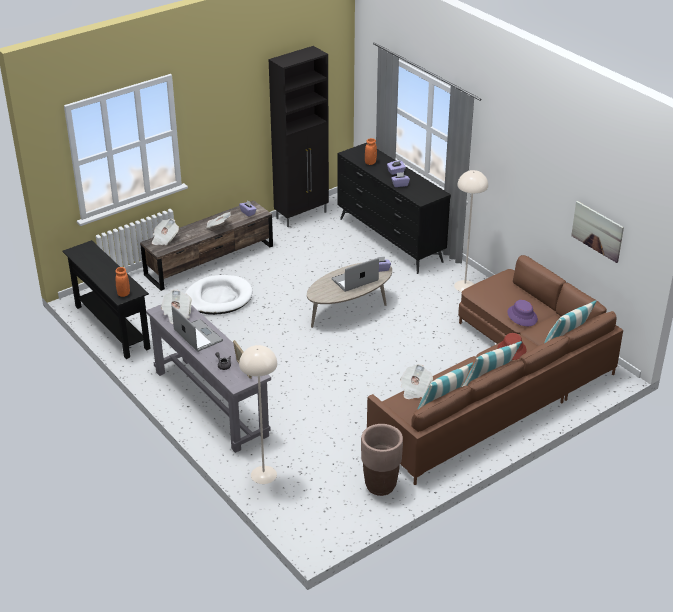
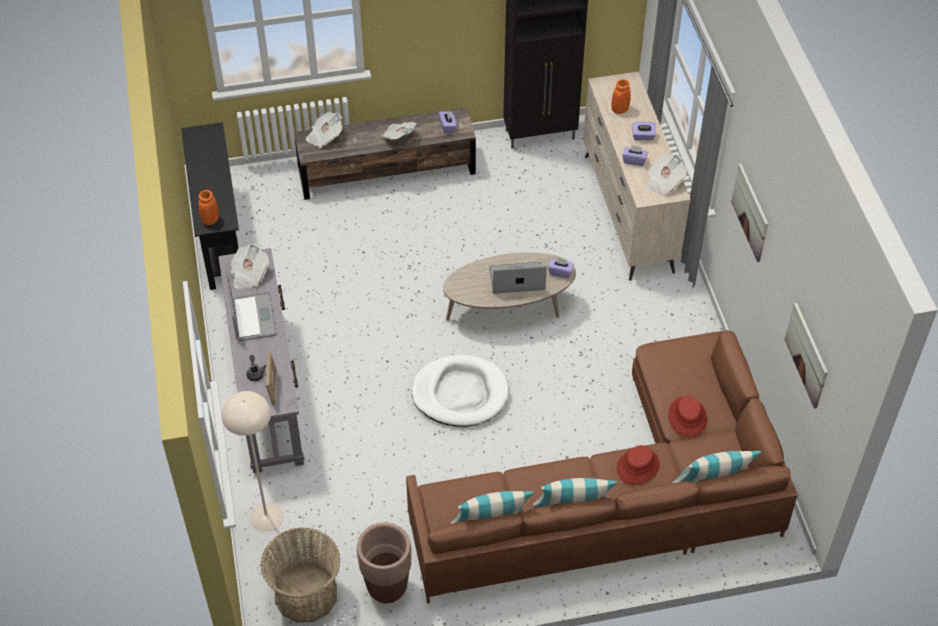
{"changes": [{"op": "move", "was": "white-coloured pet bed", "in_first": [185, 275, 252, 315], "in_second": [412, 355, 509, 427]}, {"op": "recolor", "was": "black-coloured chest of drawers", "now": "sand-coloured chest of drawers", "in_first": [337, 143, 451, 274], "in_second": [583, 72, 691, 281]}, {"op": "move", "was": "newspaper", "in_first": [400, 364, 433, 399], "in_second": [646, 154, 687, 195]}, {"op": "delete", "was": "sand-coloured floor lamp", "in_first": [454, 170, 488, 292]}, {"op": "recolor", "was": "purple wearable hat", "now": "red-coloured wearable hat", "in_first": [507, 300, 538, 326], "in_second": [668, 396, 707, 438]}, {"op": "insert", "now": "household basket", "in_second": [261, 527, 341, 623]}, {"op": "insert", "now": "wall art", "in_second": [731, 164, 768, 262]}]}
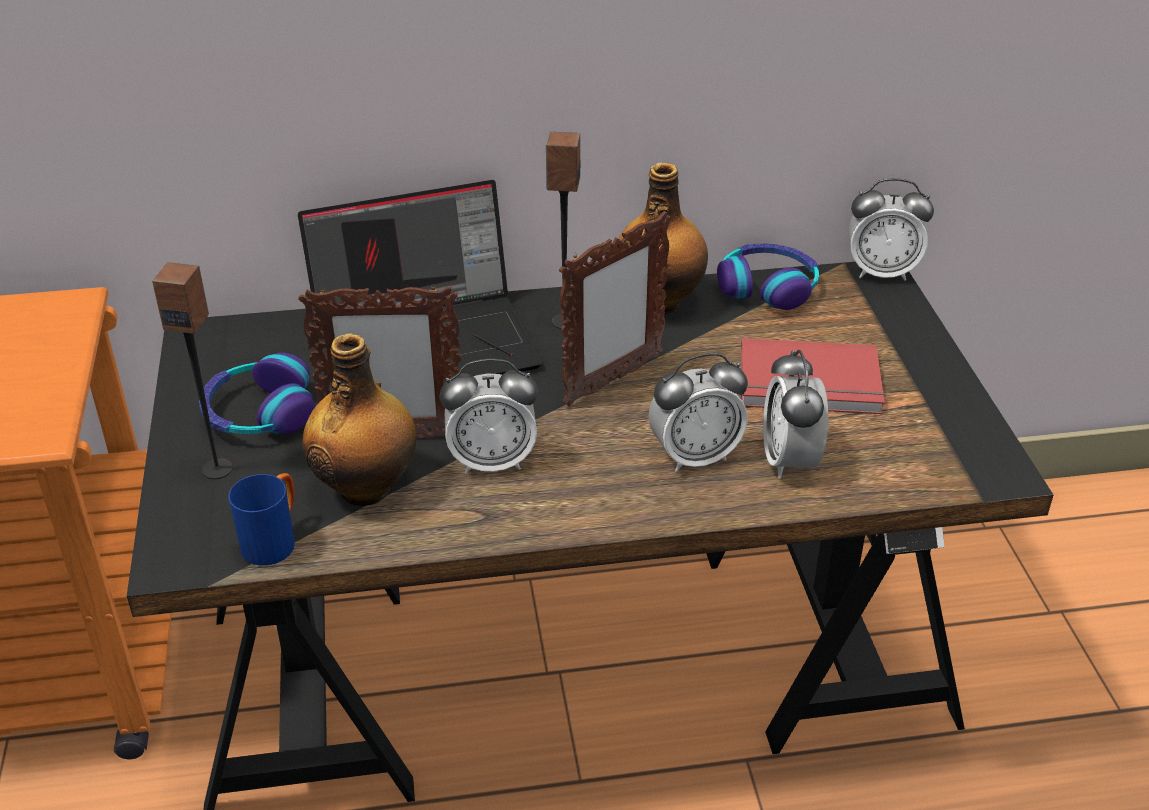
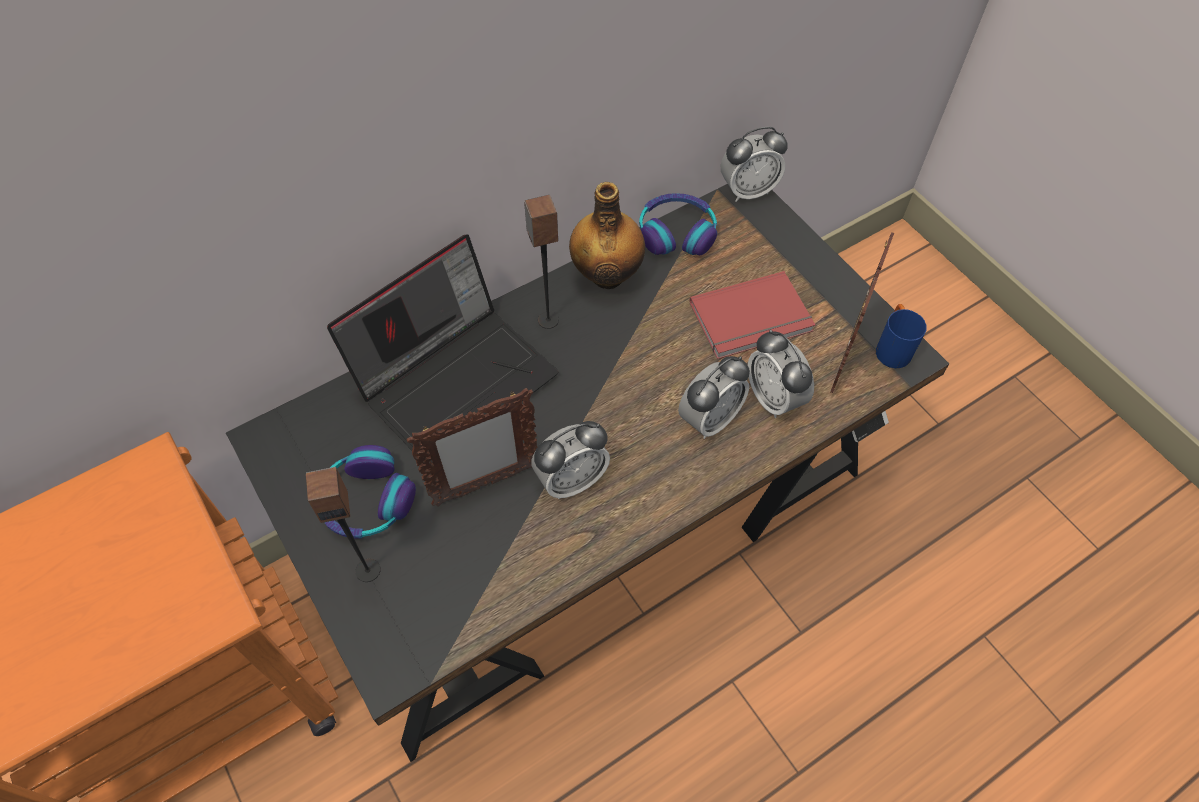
{"changes": [{"op": "move", "was": "bluish tea mug", "in_first": [228, 473, 295, 566], "in_second": [876, 304, 927, 368]}, {"op": "delete", "was": "drink bottle", "in_first": [302, 333, 417, 506]}, {"op": "move", "was": "standing frame", "in_first": [559, 211, 671, 407], "in_second": [830, 232, 894, 393]}]}
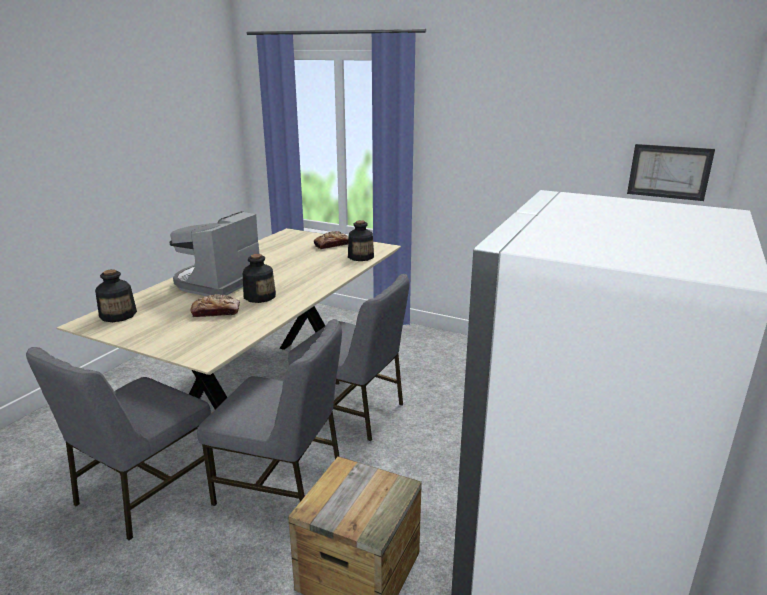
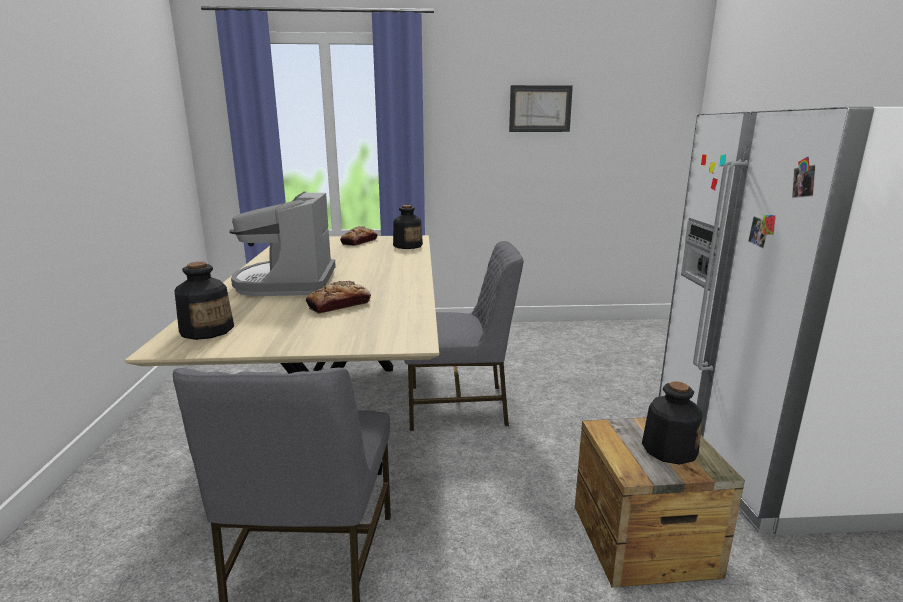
{"changes": [{"op": "delete", "was": "grey upright chair", "in_first": [197, 319, 342, 506]}, {"op": "move", "was": "drink bottle", "in_first": [243, 254, 276, 303], "in_second": [642, 381, 703, 465]}, {"op": "move", "was": "wall art", "in_first": [627, 144, 715, 201], "in_second": [509, 85, 573, 132]}]}
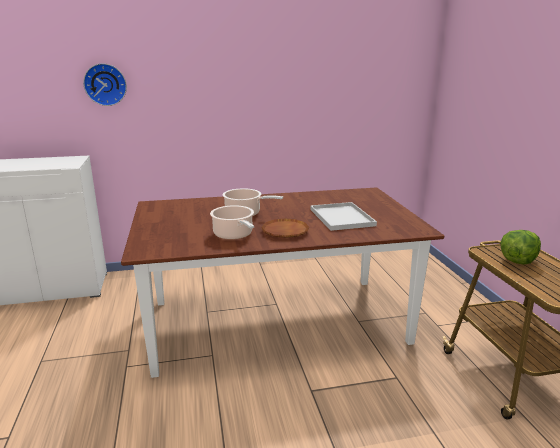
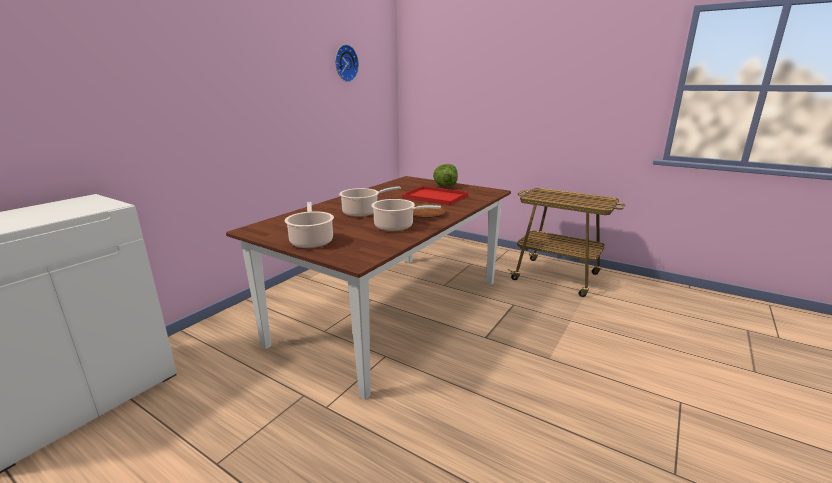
{"changes": [{"op": "move", "was": "wall clock", "in_first": [83, 63, 127, 106], "in_second": [335, 44, 359, 82]}, {"op": "recolor", "was": "white-coloured serving tray", "now": "red-coloured serving tray", "in_first": [311, 202, 377, 231], "in_second": [402, 186, 468, 205]}, {"op": "move", "was": "lettuce head", "in_first": [501, 230, 541, 265], "in_second": [433, 164, 458, 187]}, {"op": "insert", "now": "stockpot", "in_second": [284, 202, 334, 248]}]}
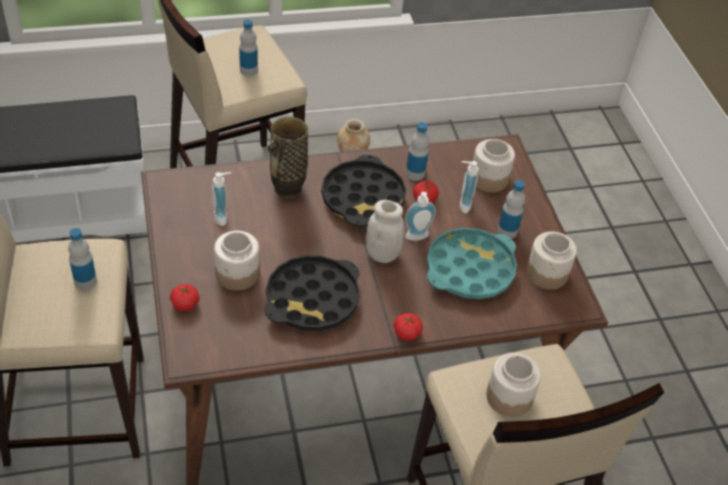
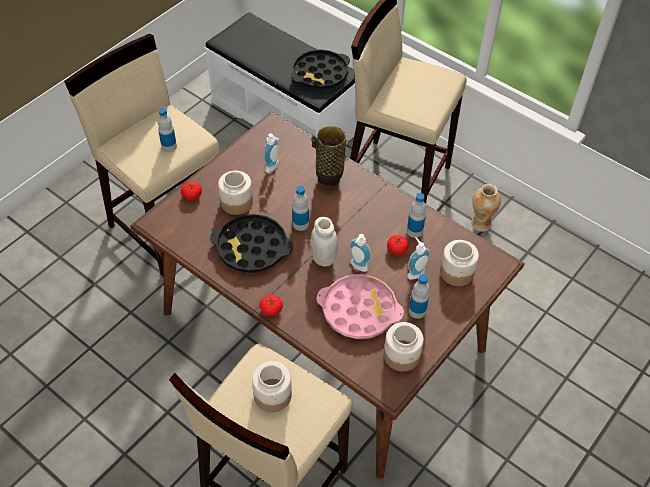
{"changes": [{"op": "move", "was": "drink bottle", "in_first": [239, 19, 258, 76], "in_second": [292, 186, 309, 231]}, {"op": "move", "was": "black-coloured serving tray", "in_first": [321, 155, 406, 227], "in_second": [291, 49, 350, 89]}, {"op": "recolor", "was": "turquoise-coloured serving tray", "now": "pink-coloured serving tray", "in_first": [427, 228, 517, 299], "in_second": [316, 274, 404, 339]}]}
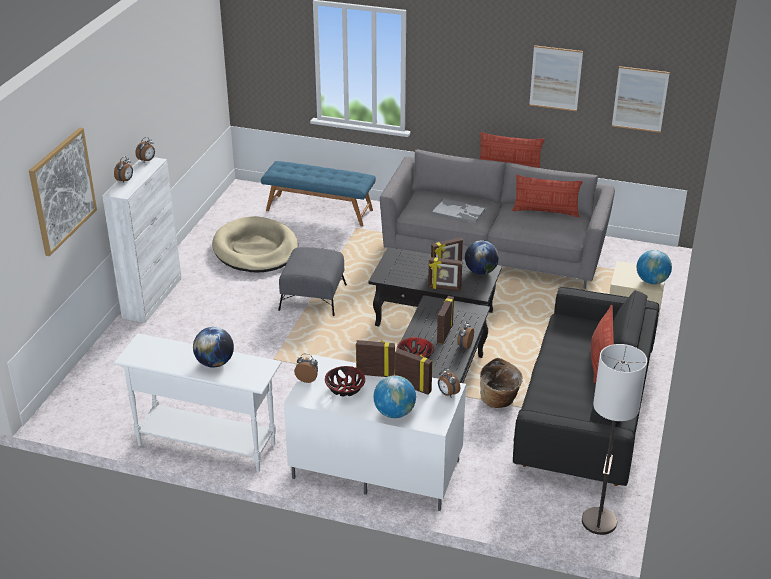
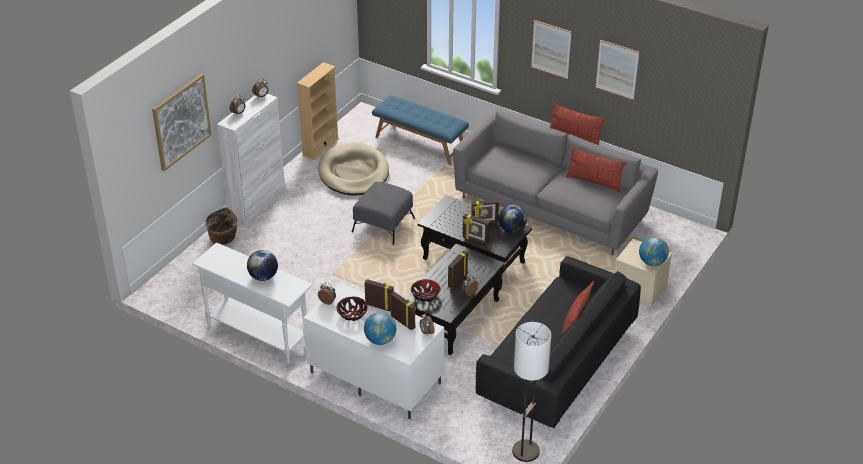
{"changes": [{"op": "delete", "was": "serving tray", "in_first": [431, 198, 486, 224]}, {"op": "move", "was": "household basket", "in_first": [480, 358, 523, 408], "in_second": [205, 208, 237, 245]}, {"op": "move", "was": "wall art", "in_first": [612, 66, 670, 133], "in_second": [531, 20, 572, 79]}, {"op": "insert", "now": "sand-coloured shelving unit", "in_second": [297, 62, 339, 160]}]}
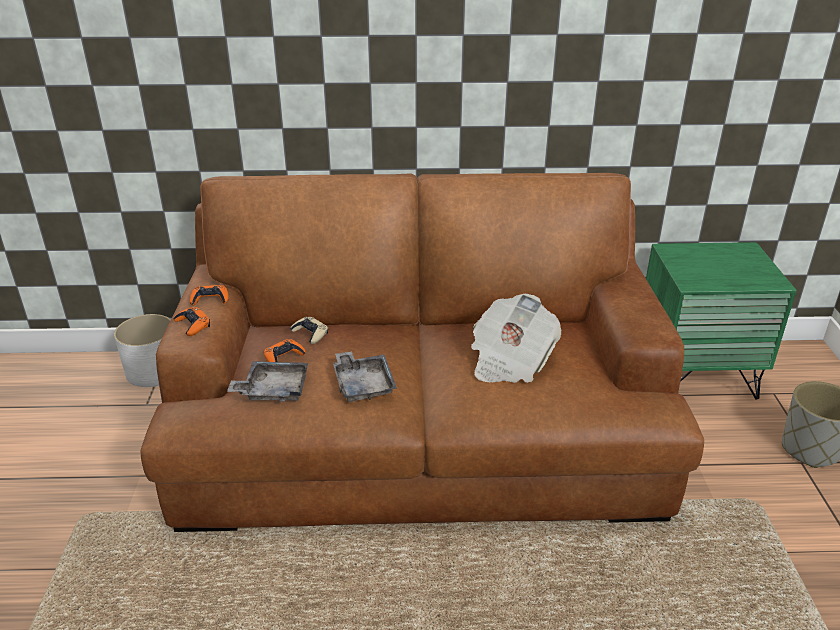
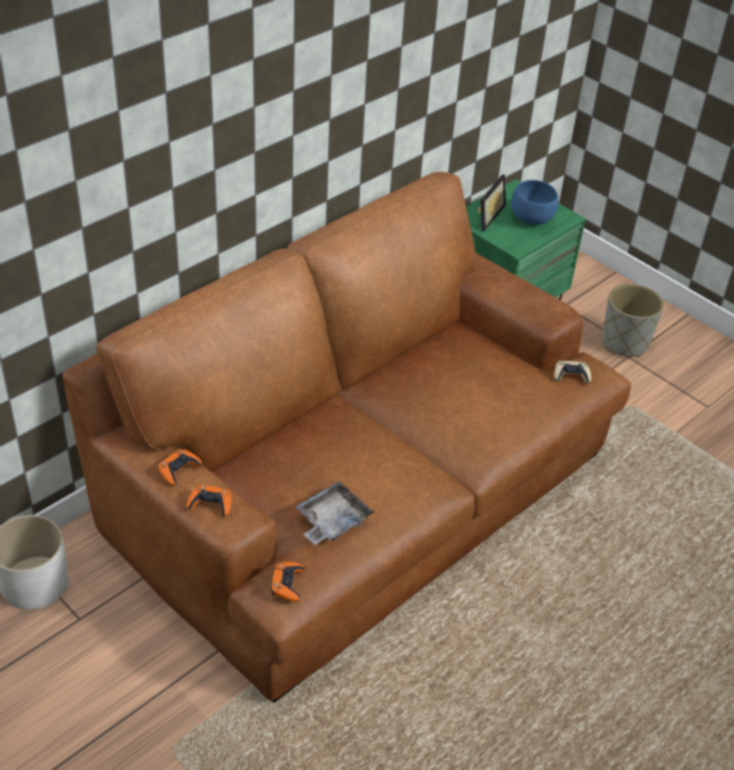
{"changes": [{"op": "move", "was": "orangey game controller", "in_first": [264, 339, 306, 362], "in_second": [271, 562, 305, 602]}, {"op": "move", "was": "sand-coloured game controller", "in_first": [290, 317, 328, 344], "in_second": [554, 361, 591, 384]}, {"op": "delete", "was": "grey serving tray", "in_first": [333, 351, 397, 402]}, {"op": "delete", "was": "newspaper", "in_first": [471, 294, 562, 383]}, {"op": "insert", "now": "standing frame", "in_second": [478, 174, 506, 231]}, {"op": "insert", "now": "bluish bowl", "in_second": [511, 180, 559, 225]}]}
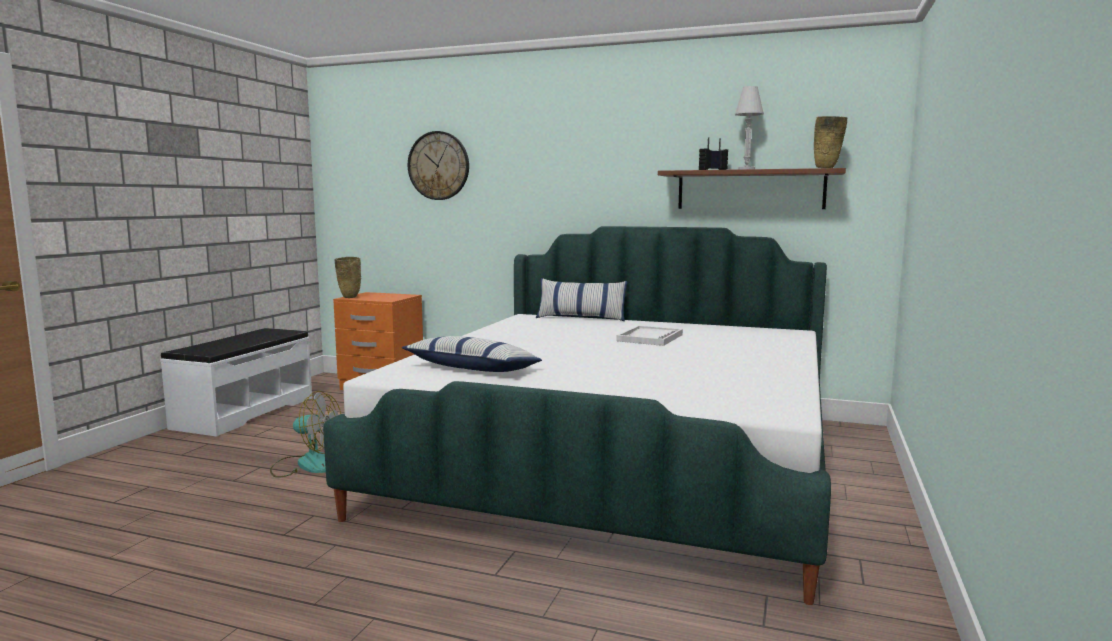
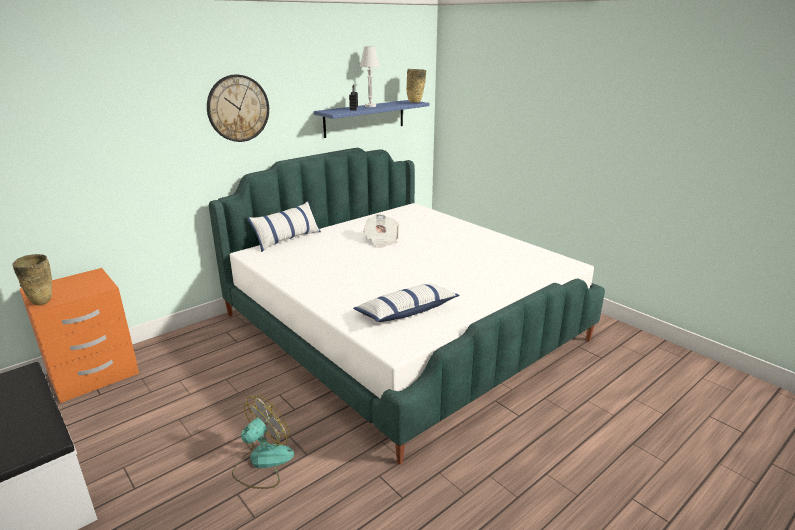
{"changes": [{"op": "move", "was": "wall clock", "in_first": [408, 131, 469, 200], "in_second": [207, 75, 269, 142]}, {"op": "replace", "was": "white-coloured serving tray", "now": "newspaper", "in_first": [616, 325, 683, 346], "in_second": [363, 214, 399, 248]}, {"op": "recolor", "was": "brown shelf", "now": "bluish shelf", "in_first": [658, 168, 846, 209], "in_second": [314, 100, 430, 138]}]}
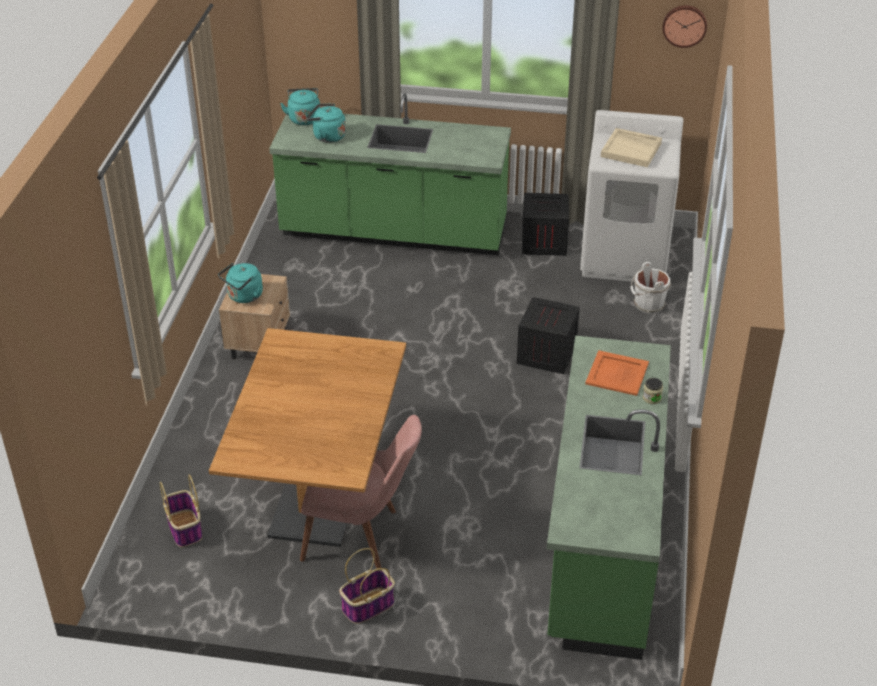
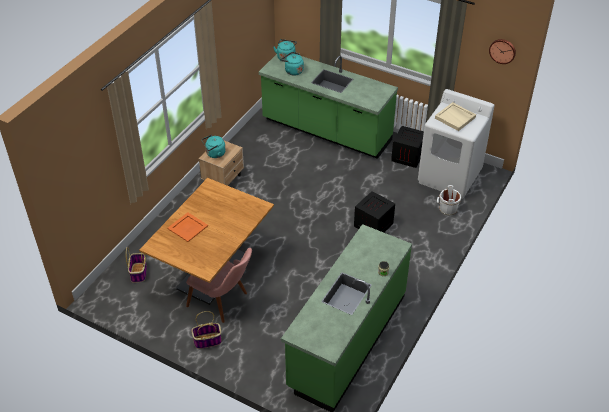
{"changes": [{"op": "move", "was": "orangey serving tray", "in_first": [585, 350, 649, 396], "in_second": [167, 212, 208, 242]}]}
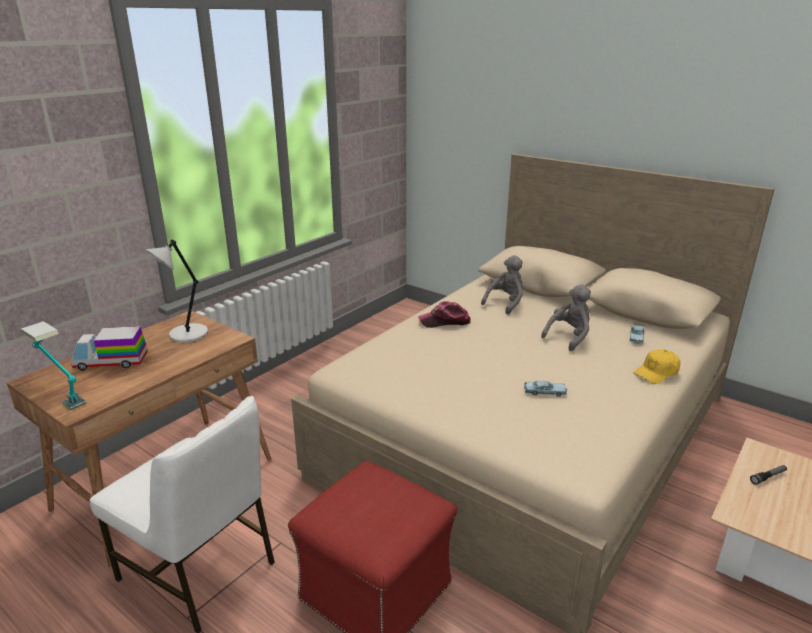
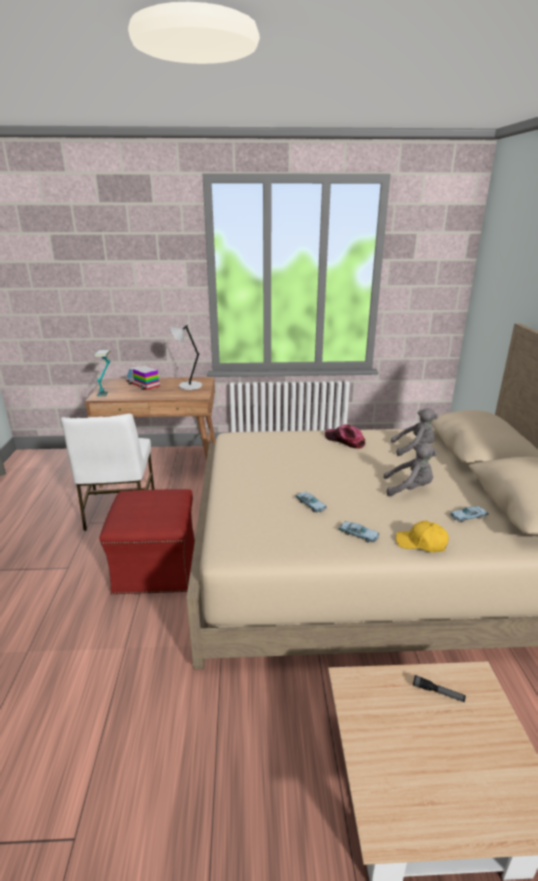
{"changes": [{"op": "insert", "now": "bluish model car", "in_second": [339, 521, 380, 543]}]}
